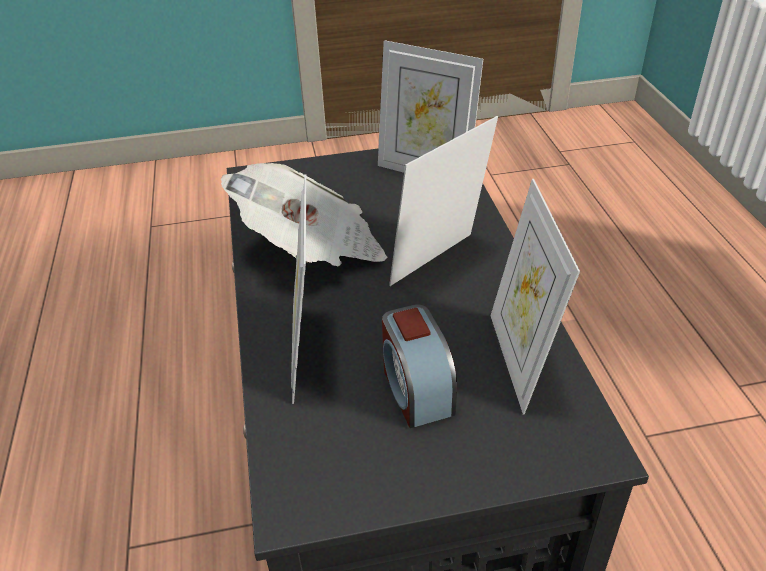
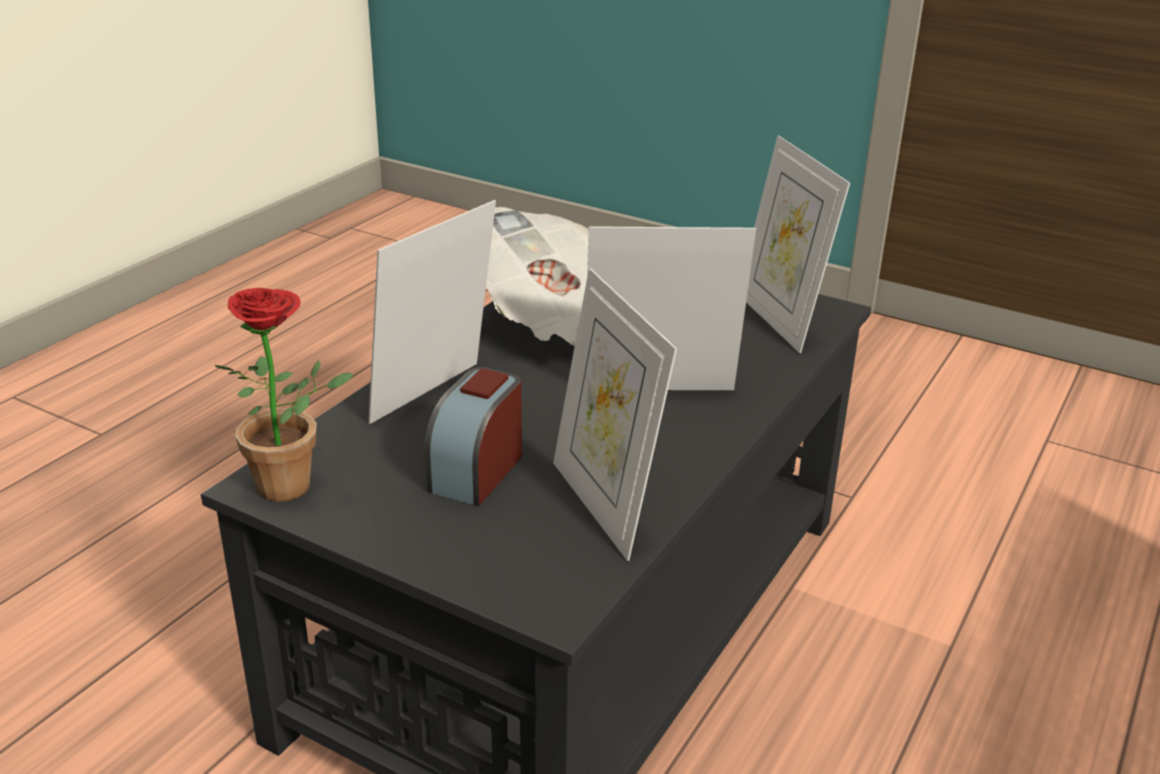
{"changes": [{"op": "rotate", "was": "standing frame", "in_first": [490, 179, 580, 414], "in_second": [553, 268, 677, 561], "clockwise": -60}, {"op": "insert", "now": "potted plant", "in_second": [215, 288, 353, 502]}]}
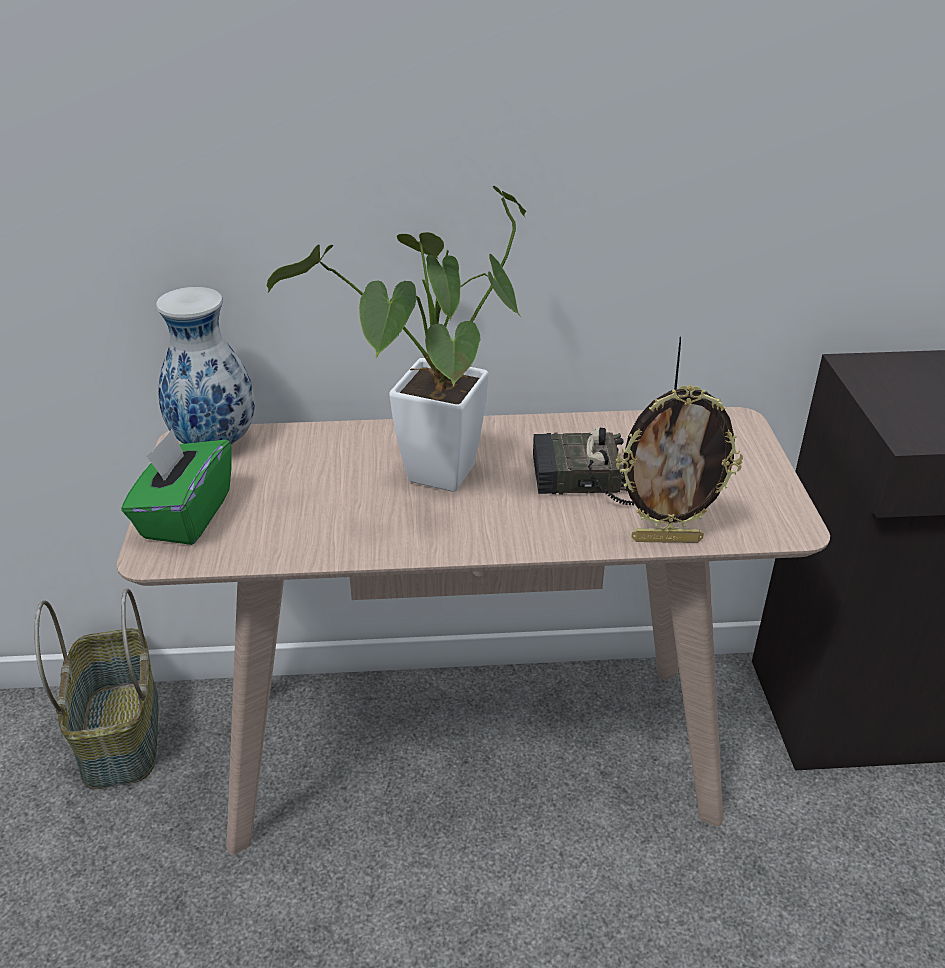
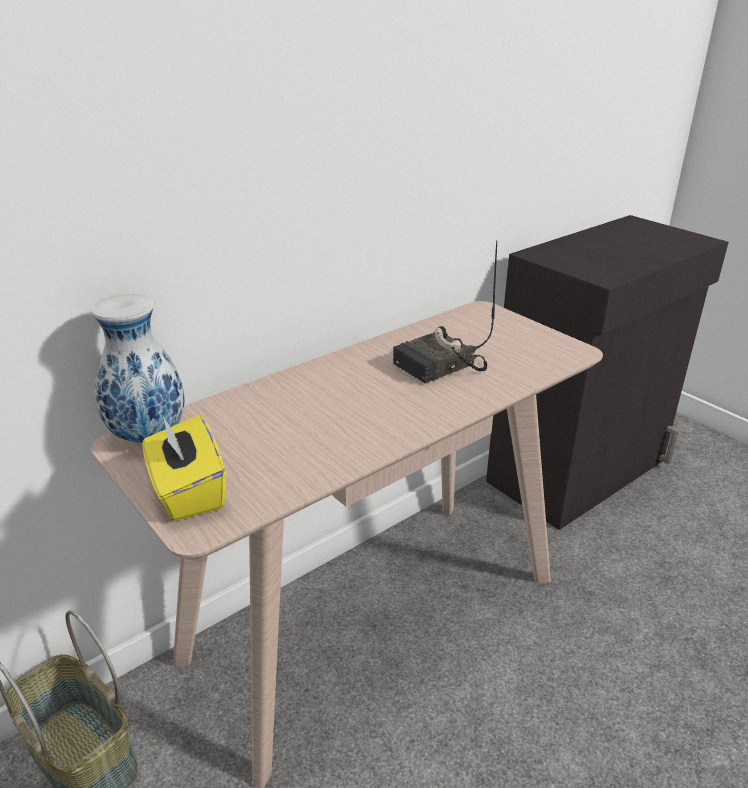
{"changes": [{"op": "recolor", "was": "green tissue holder", "now": "yellow-coloured tissue holder", "in_first": [121, 429, 231, 545], "in_second": [142, 415, 226, 521]}, {"op": "delete", "was": "potted plant", "in_first": [267, 186, 526, 492]}, {"op": "delete", "was": "standing frame", "in_first": [616, 385, 743, 543]}]}
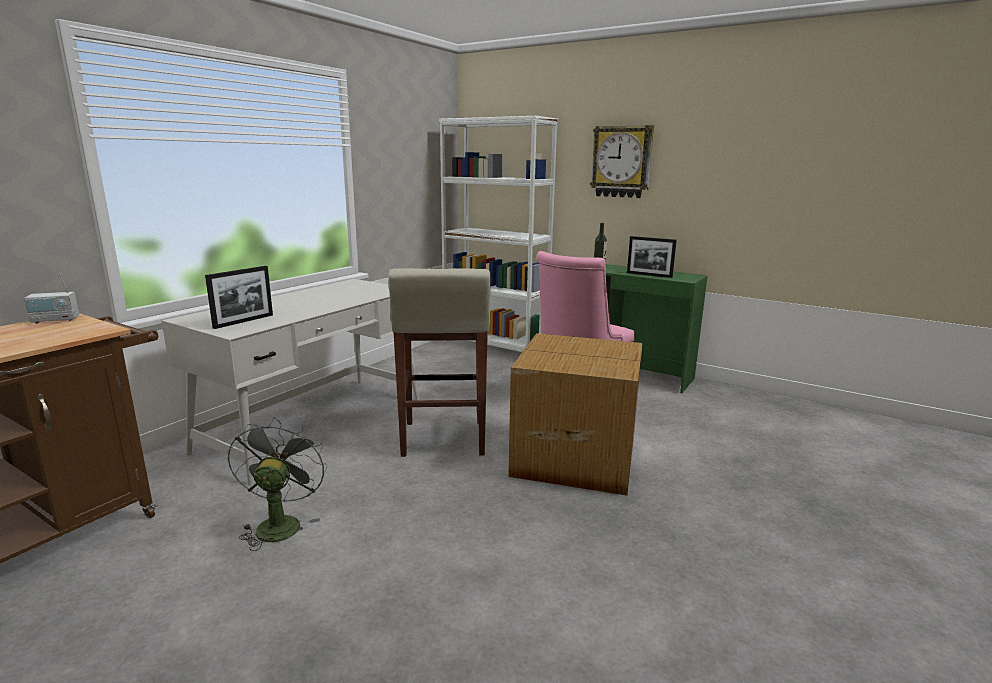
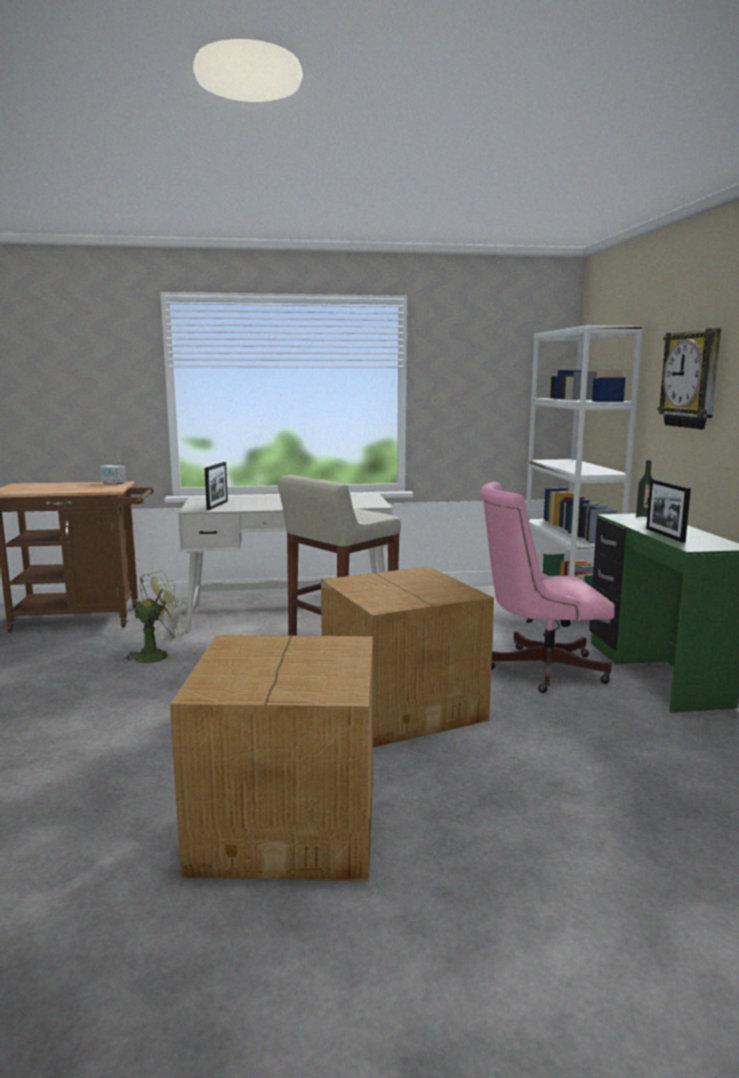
{"changes": [{"op": "rotate", "was": "standing frame", "in_first": [205, 266, 273, 329], "in_second": [205, 462, 228, 510], "clockwise": -75}, {"op": "recolor", "was": "grey cooling fan", "now": "green cooling fan", "in_first": [227, 417, 327, 551], "in_second": [122, 570, 187, 663]}, {"op": "insert", "now": "cardboard box", "in_second": [170, 635, 373, 881]}]}
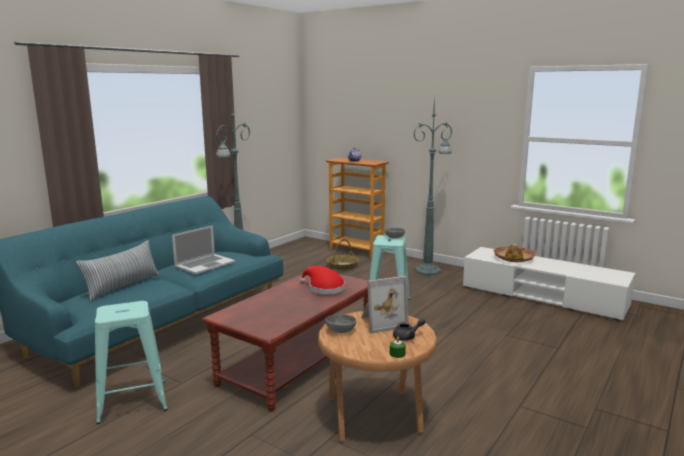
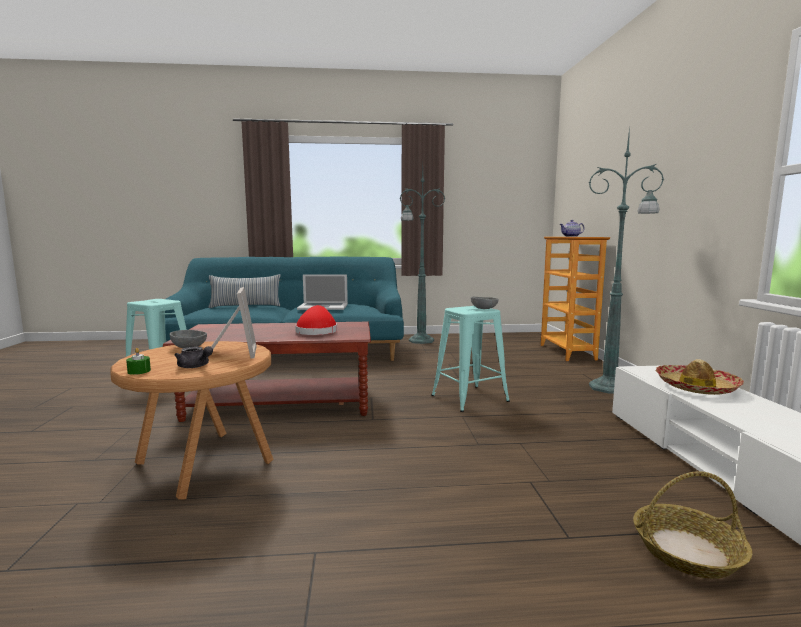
{"changes": [{"op": "move", "was": "household basket", "in_first": [327, 239, 359, 270], "in_second": [633, 471, 753, 579]}, {"op": "rotate", "was": "standing frame", "in_first": [361, 276, 409, 334], "in_second": [211, 287, 257, 358], "clockwise": -135}]}
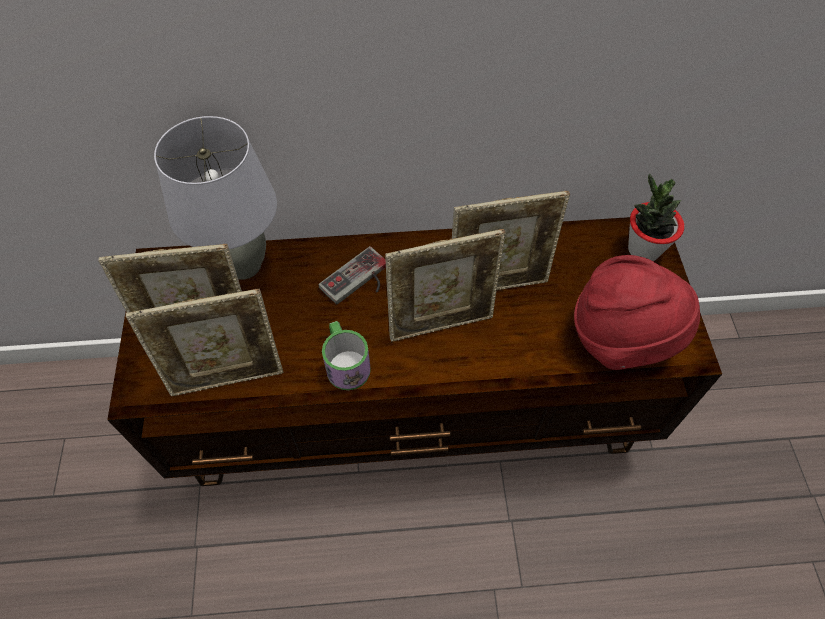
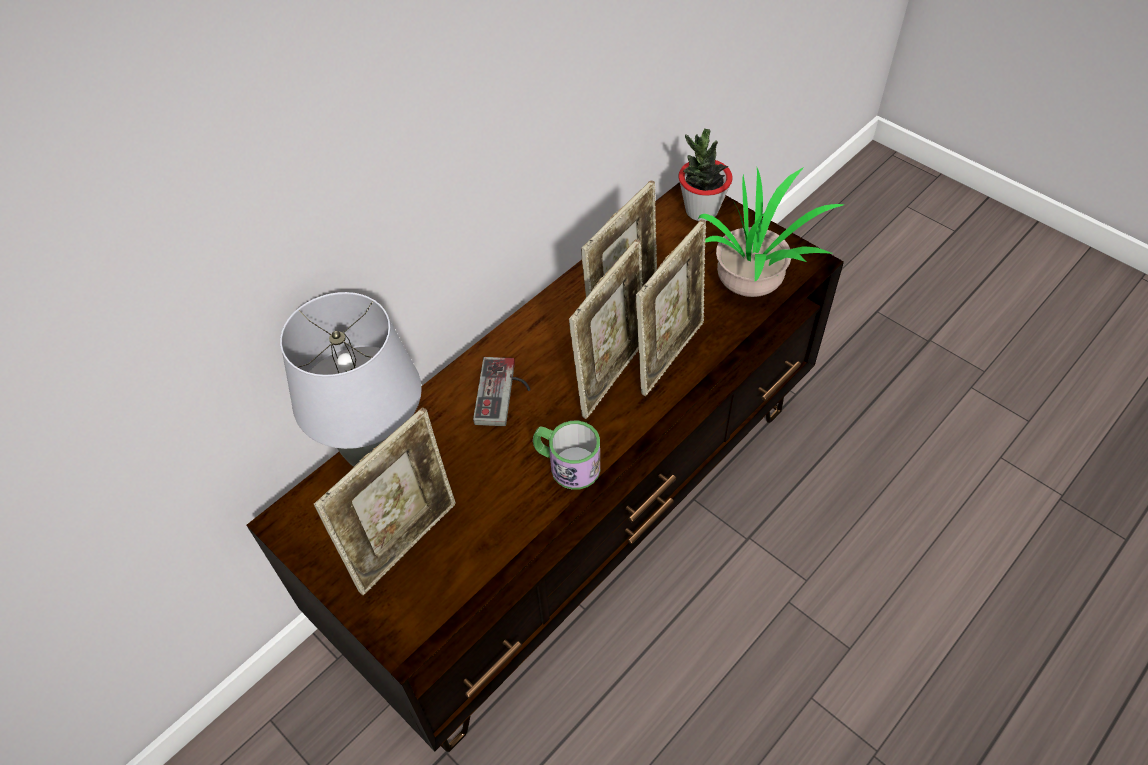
{"changes": [{"op": "move", "was": "standing frame", "in_first": [126, 289, 284, 396], "in_second": [636, 219, 706, 396]}, {"op": "replace", "was": "red-coloured wearable hat", "now": "potted plant", "in_first": [574, 255, 700, 370], "in_second": [698, 166, 844, 297]}]}
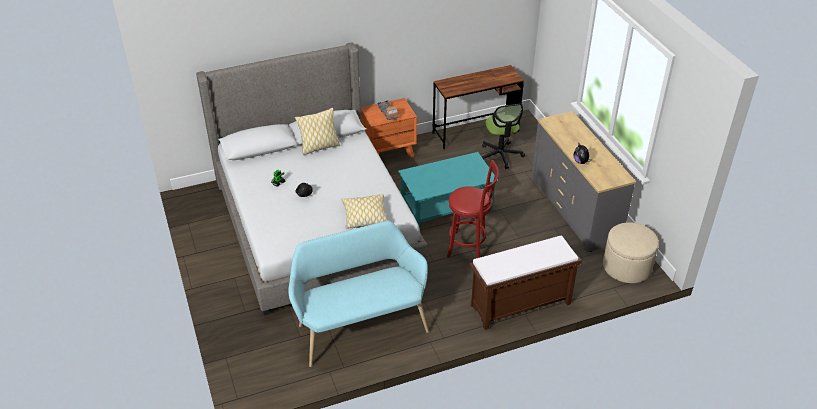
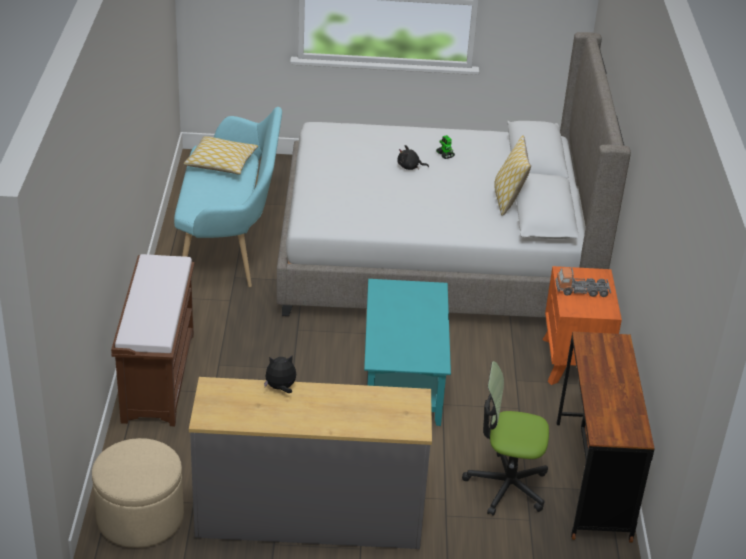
{"changes": [{"op": "move", "was": "pillow", "in_first": [341, 194, 388, 229], "in_second": [184, 136, 258, 175]}, {"op": "delete", "was": "red-coloured stool", "in_first": [447, 160, 499, 258]}]}
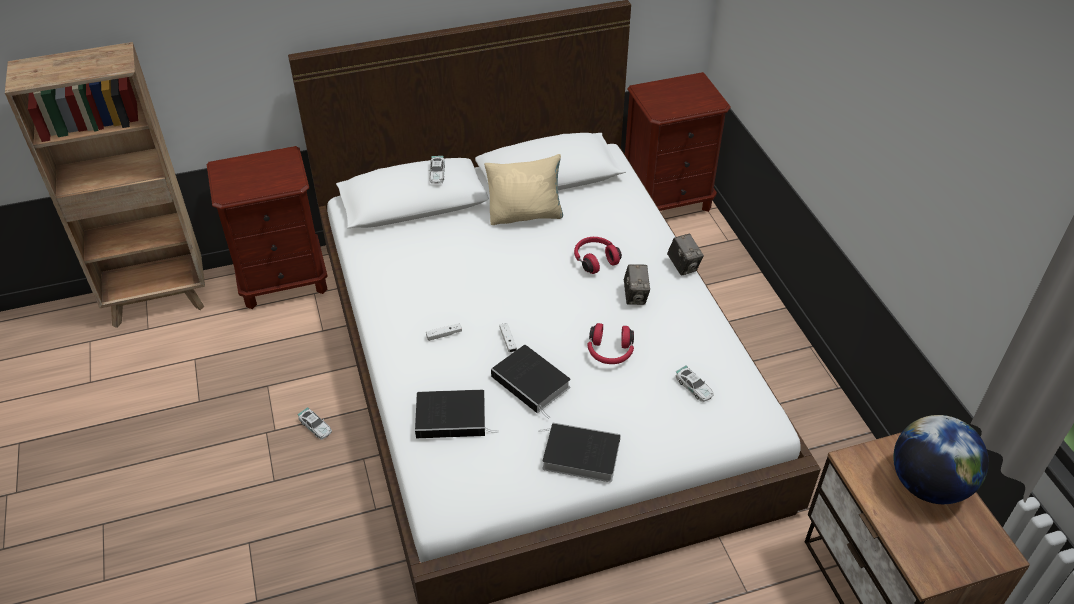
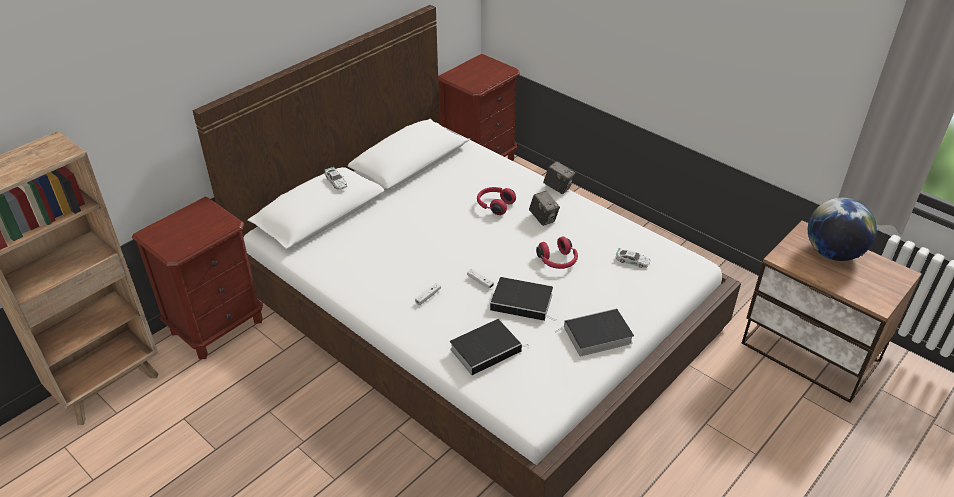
{"changes": [{"op": "delete", "was": "model car", "in_first": [297, 407, 332, 440]}, {"op": "delete", "was": "sand-coloured pillow", "in_first": [484, 154, 563, 225]}]}
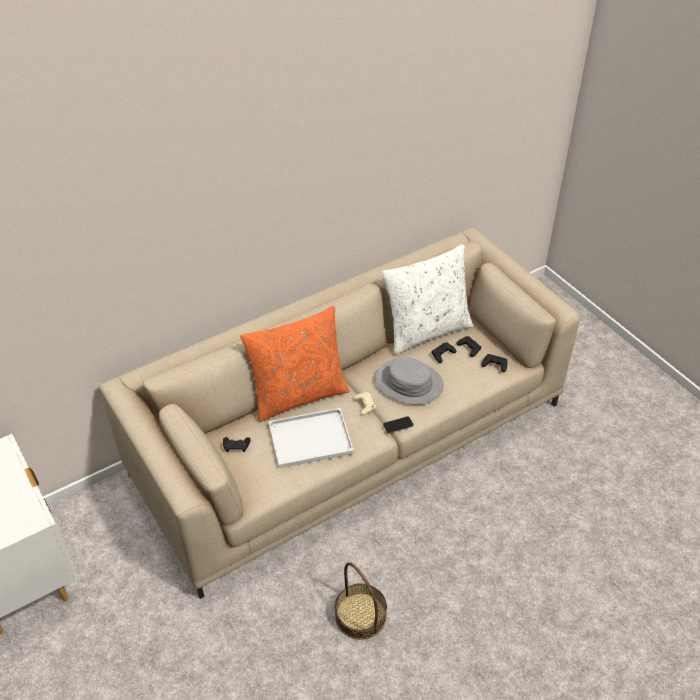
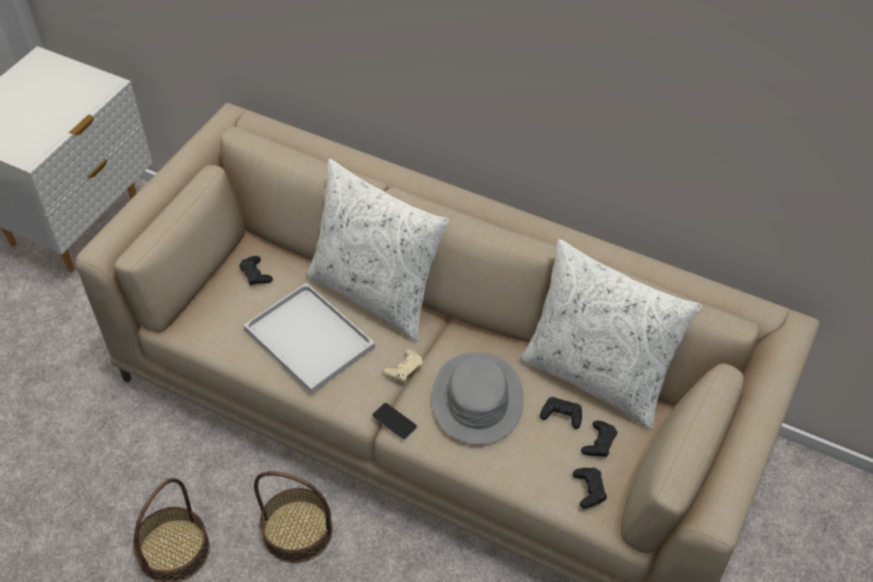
{"changes": [{"op": "recolor", "was": "orangey pillow", "now": "white-coloured pillow", "in_first": [240, 306, 350, 422], "in_second": [306, 159, 449, 342]}, {"op": "insert", "now": "household basket", "in_second": [254, 471, 333, 563]}]}
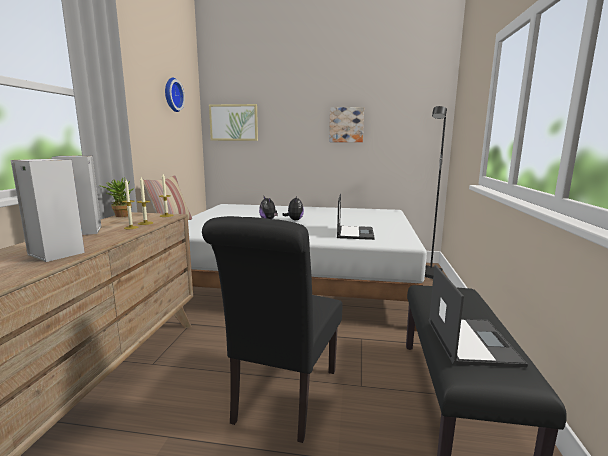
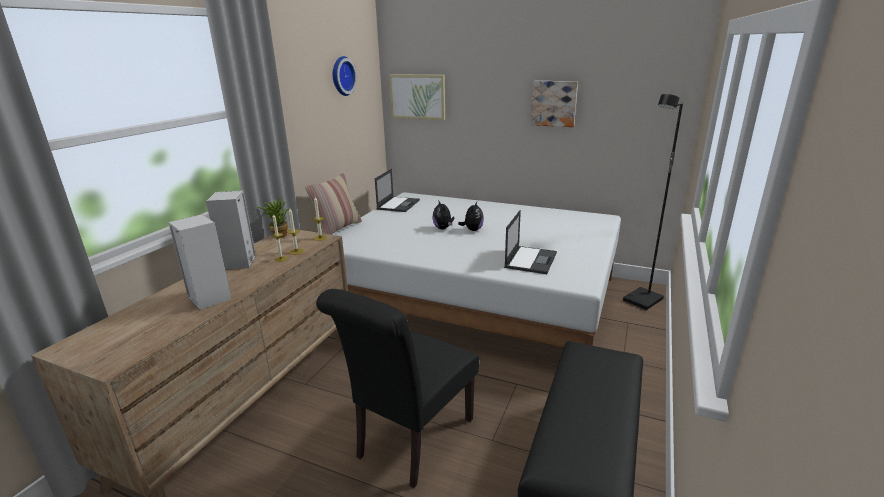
{"changes": [{"op": "move", "was": "notebook computer", "in_first": [429, 265, 528, 367], "in_second": [375, 169, 420, 212]}]}
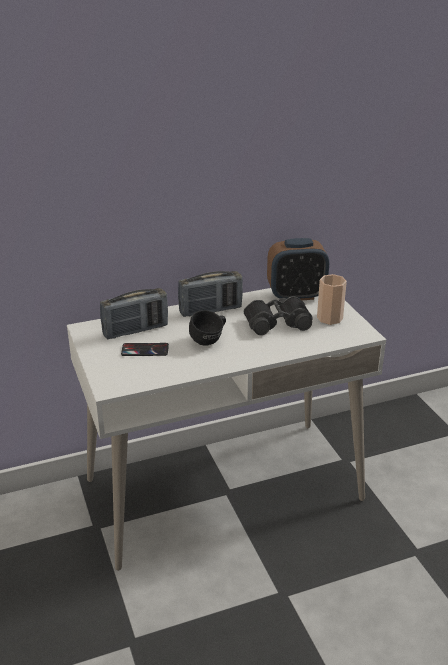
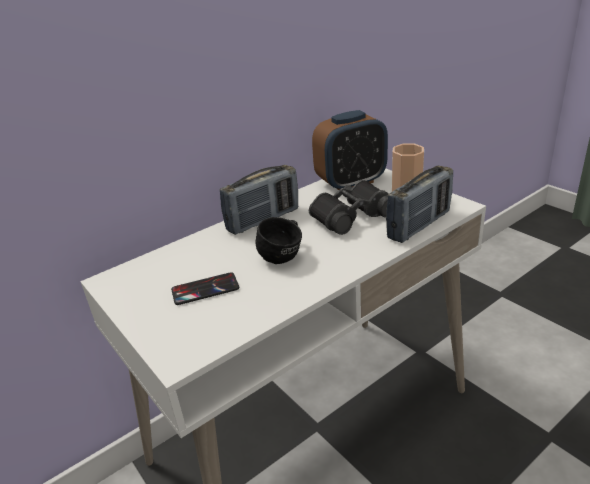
{"changes": [{"op": "move", "was": "radio", "in_first": [100, 288, 168, 339], "in_second": [386, 166, 453, 243]}]}
